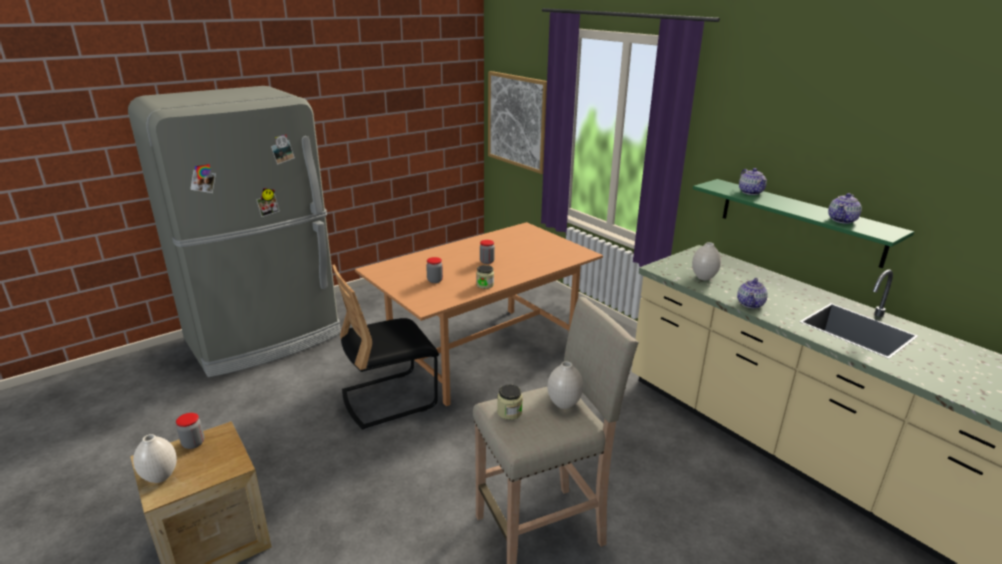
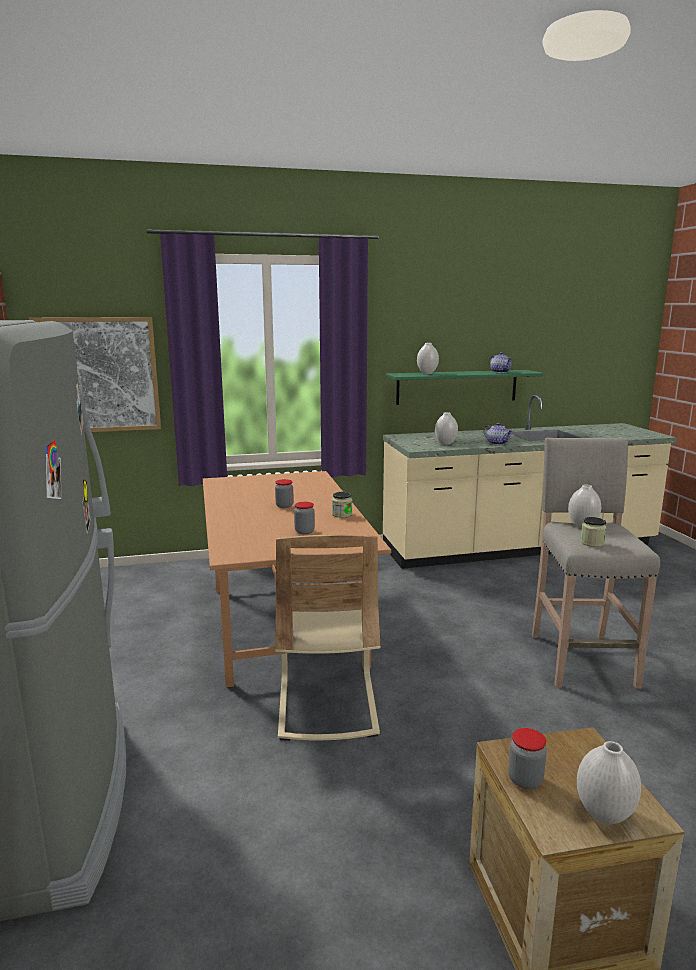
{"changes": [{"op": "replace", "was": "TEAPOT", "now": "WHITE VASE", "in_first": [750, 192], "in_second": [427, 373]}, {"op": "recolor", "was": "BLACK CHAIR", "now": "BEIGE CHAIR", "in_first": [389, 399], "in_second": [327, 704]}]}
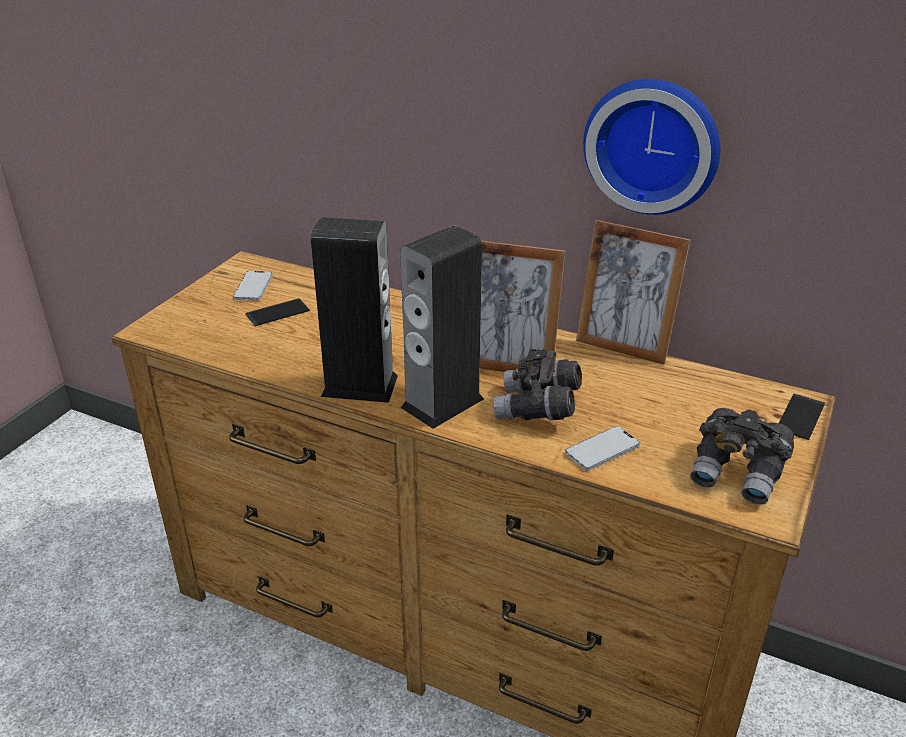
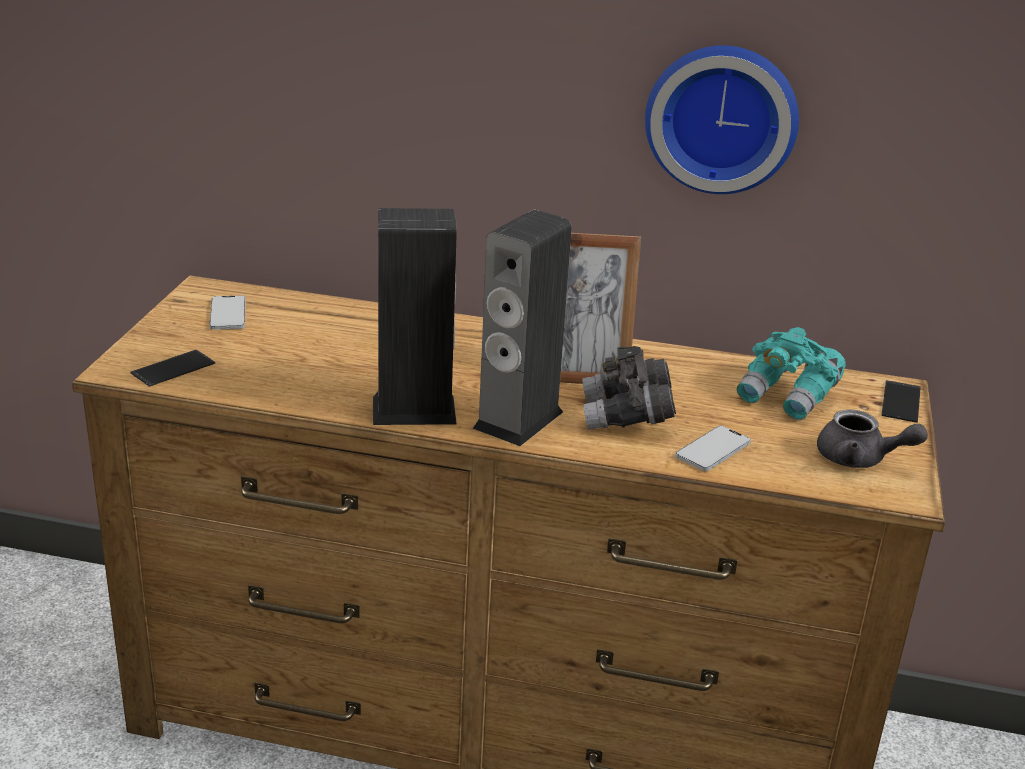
{"changes": [{"op": "delete", "was": "PICTURE FRAME", "in_first": [623, 346]}, {"op": "insert", "now": "TURQUOISE BINOCULARS", "in_second": [788, 396]}, {"op": "move", "was": "PHONE", "in_first": [277, 312], "in_second": [173, 368]}, {"op": "replace", "was": "GREY BINOCULARS", "now": "GREY TEAPOT", "in_first": [738, 473], "in_second": [860, 459]}]}
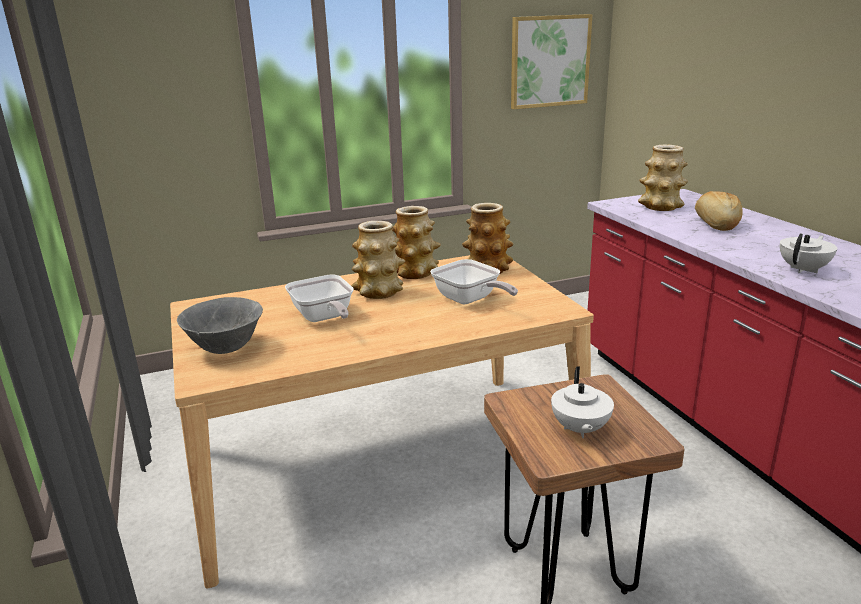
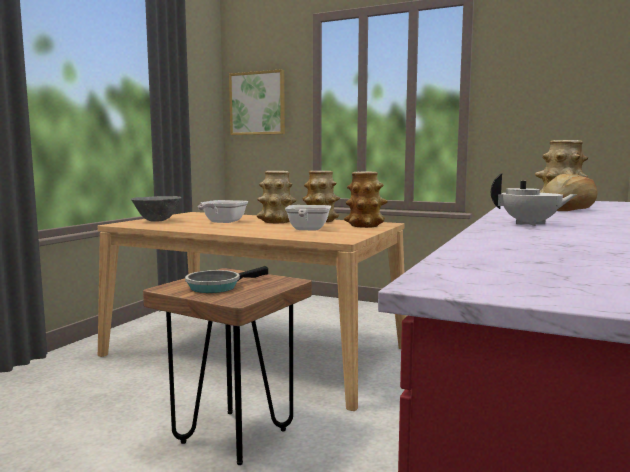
{"changes": [{"op": "move", "was": "PICTURE", "in_first": [549, 61], "in_second": [257, 103]}, {"op": "replace", "was": "WHITE TEAPOT", "now": "FRYING PAN", "in_first": [579, 429], "in_second": [217, 286]}]}
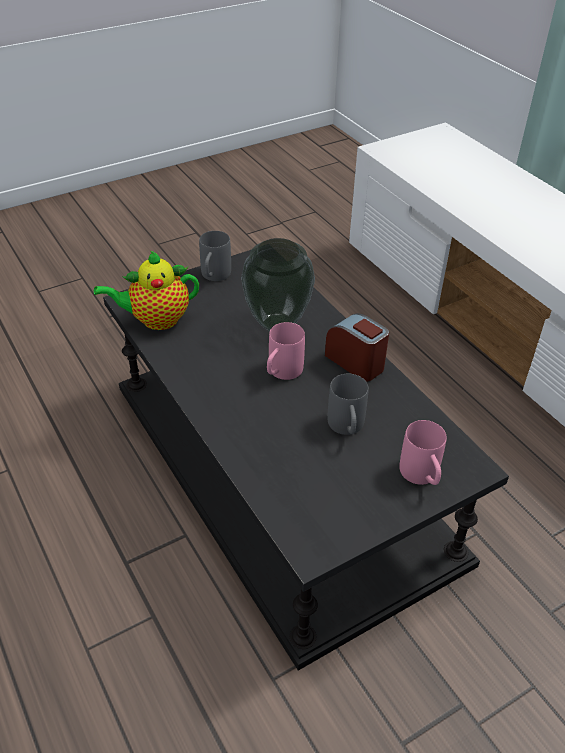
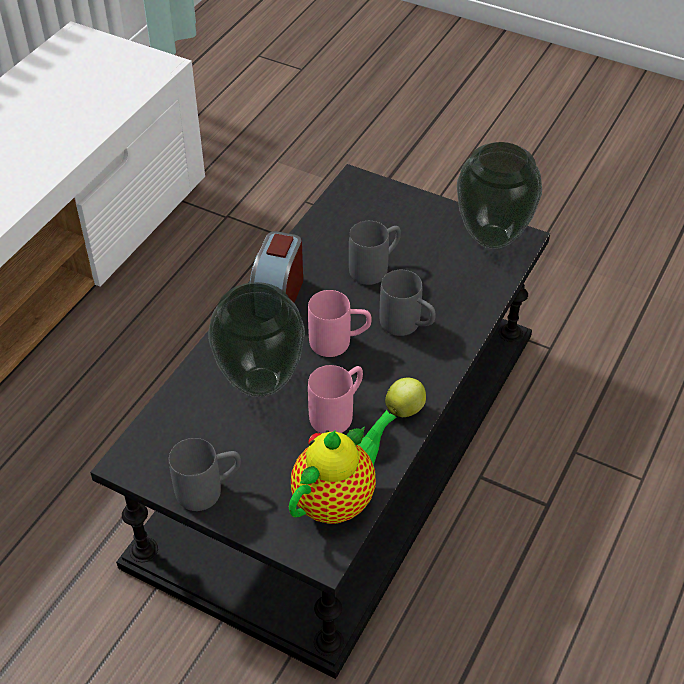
{"changes": [{"op": "insert", "now": "GREY MUG", "in_second": [407, 326]}, {"op": "insert", "now": "APPLE", "in_second": [405, 409]}, {"op": "insert", "now": "VASE", "in_second": [492, 238]}, {"op": "move", "was": "PINK MUG", "in_first": [422, 477], "in_second": [338, 412]}, {"op": "rotate", "was": "TEAPOT", "in_first": [156, 320], "in_second": [338, 498], "clockwise": -90}]}
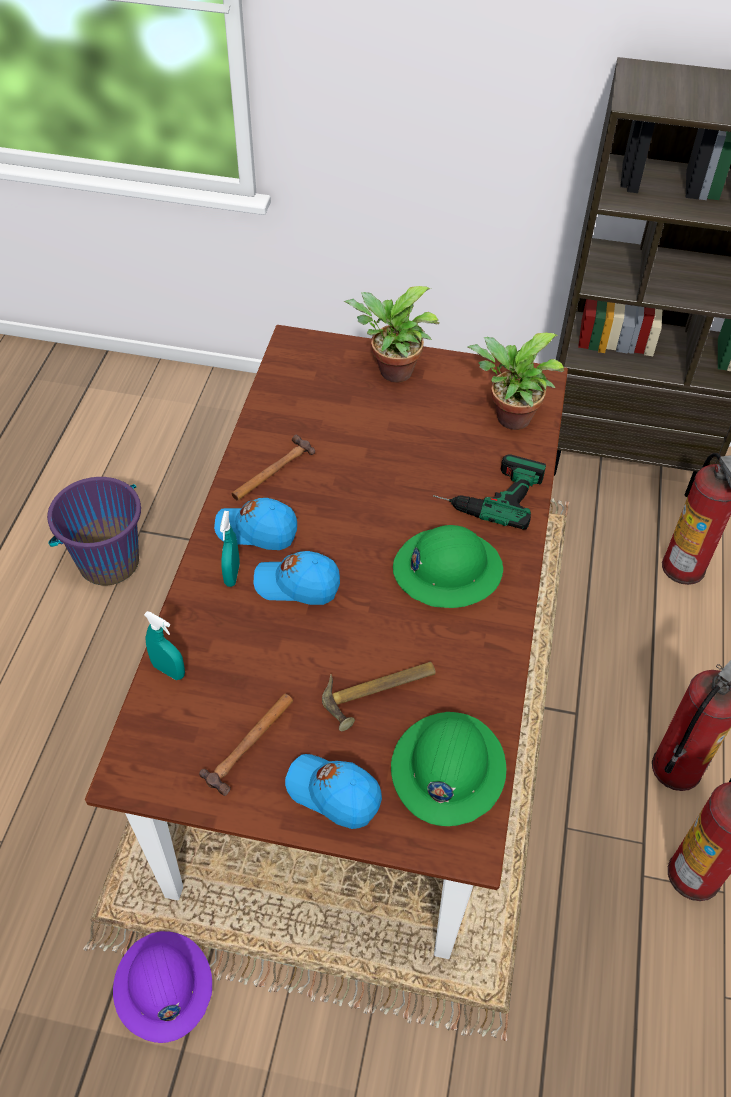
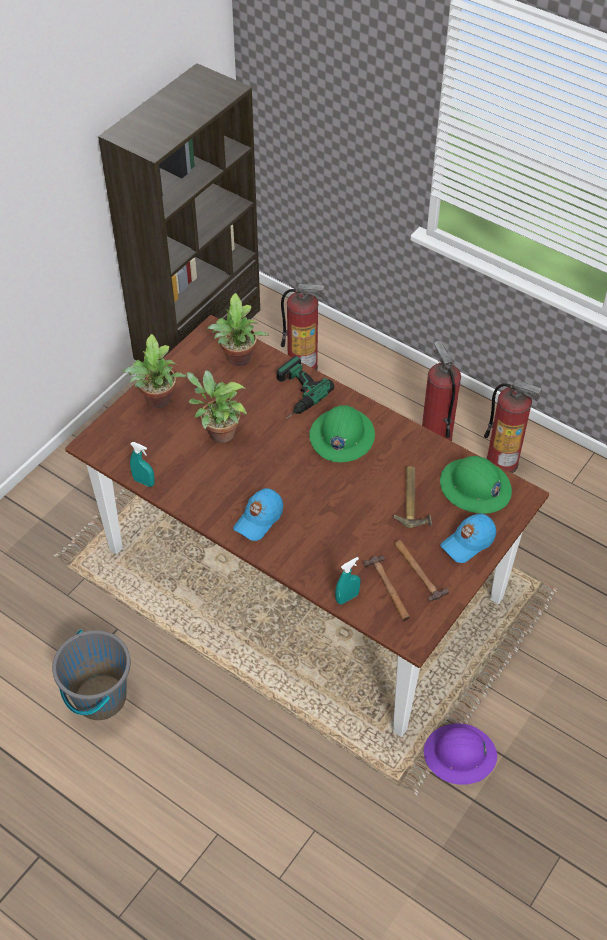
{"changes": [{"op": "delete", "was": "BLUE CAP", "in_first": [297, 584]}, {"op": "insert", "now": "POTTED PLANT", "in_second": [218, 433]}, {"op": "move", "was": "TURQUOISE SPRAY BOTTLE", "in_first": [232, 574], "in_second": [144, 482]}, {"op": "move", "was": "HAMMER", "in_first": [271, 471], "in_second": [388, 589]}, {"op": "recolor", "was": "PURPLE BUCKET", "now": "GREY BUCKET", "in_first": [108, 562], "in_second": [100, 697]}]}
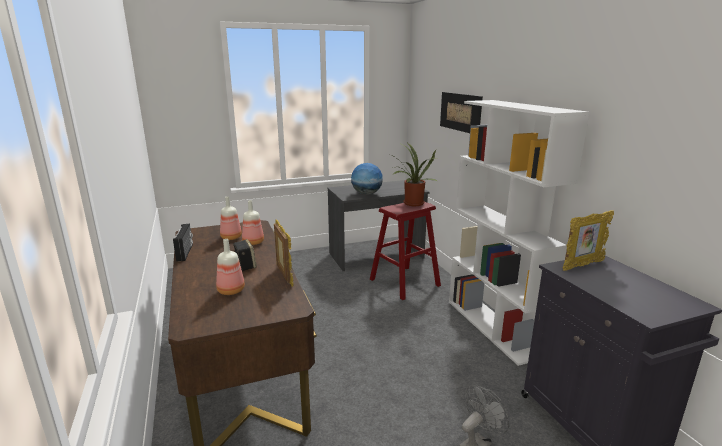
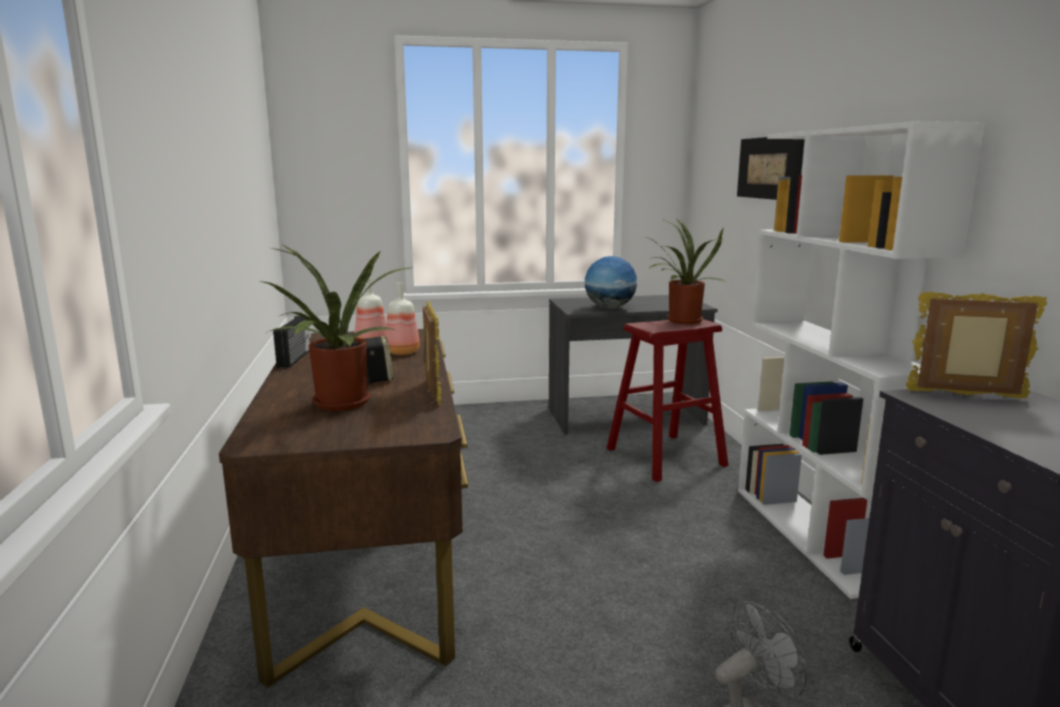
{"changes": [{"op": "replace", "was": "BOTTLE", "now": "POTTED PLANT", "in_first": [230, 291], "in_second": [340, 405]}, {"op": "rotate", "was": "PICTURE FRAME", "in_first": [582, 265], "in_second": [966, 396], "clockwise": -150}]}
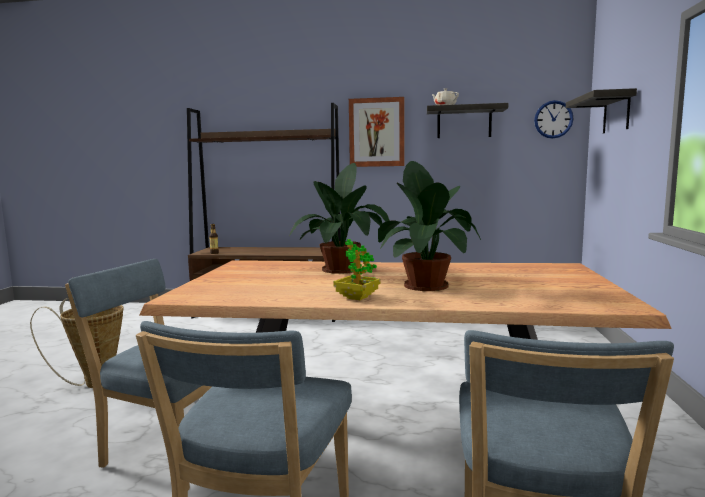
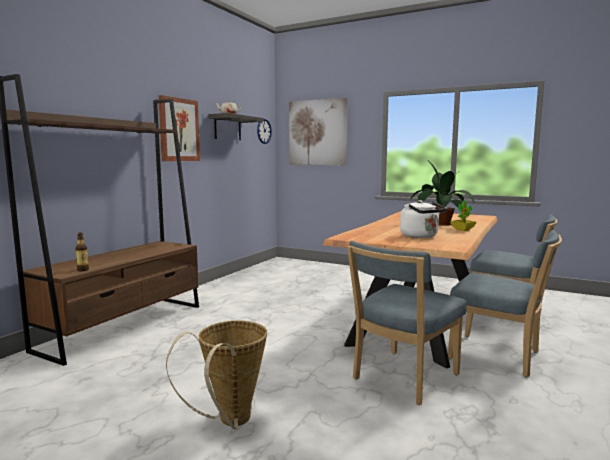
{"changes": [{"op": "delete", "was": "POTTED PLANT", "in_first": [344, 269]}, {"op": "insert", "now": "WHITE KETTLE", "in_second": [421, 236]}, {"op": "replace", "was": "SHELF", "now": "PICTURE", "in_first": [616, 113], "in_second": [317, 132]}]}
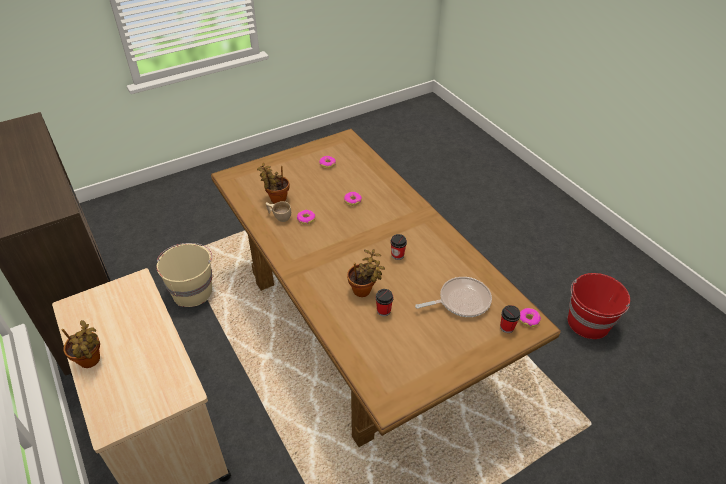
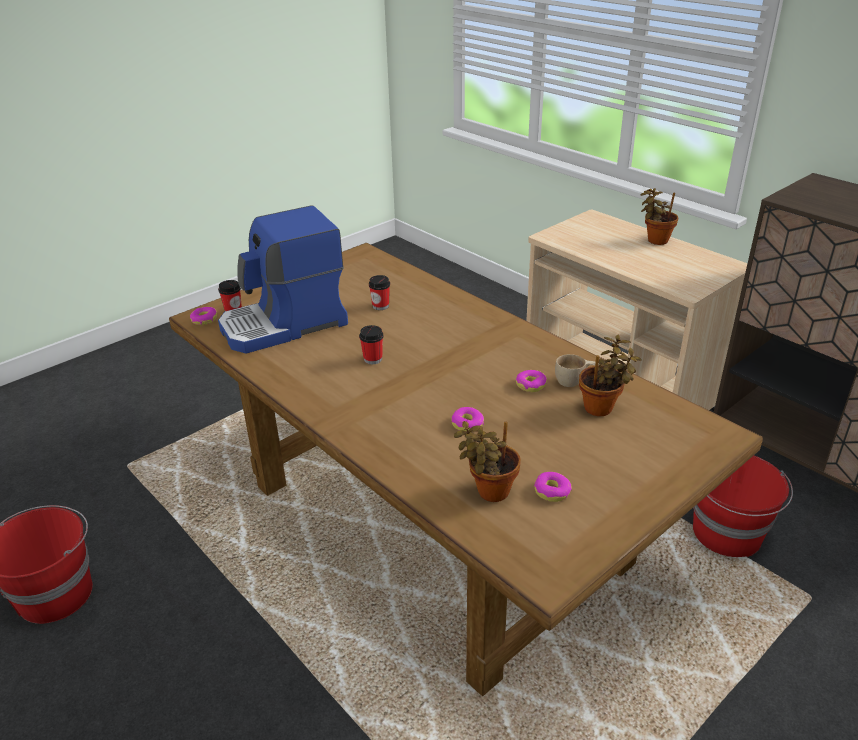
{"changes": [{"op": "move", "was": "POTTED PLANT", "in_first": [364, 290], "in_second": [489, 491]}, {"op": "replace", "was": "FRYING PAN", "now": "COFFEE MACHINE", "in_first": [461, 301], "in_second": [285, 325]}, {"op": "recolor", "was": "BEIGE BUCKET", "now": "RED BUCKET", "in_first": [192, 291], "in_second": [727, 534]}]}
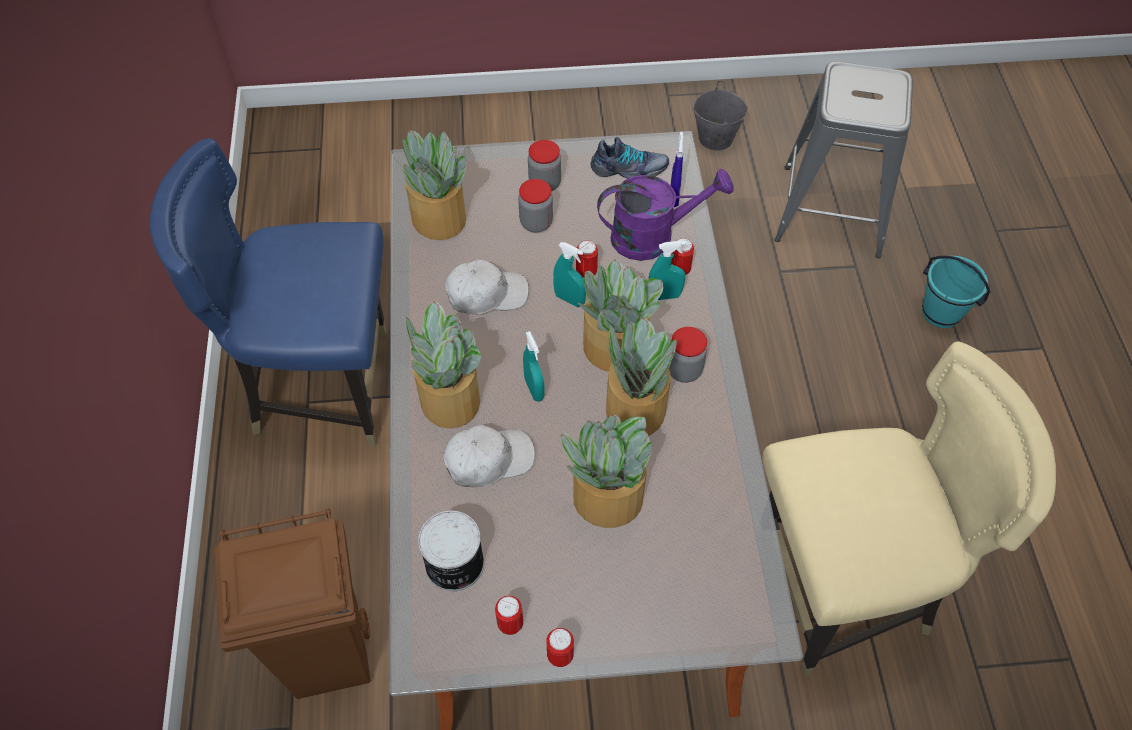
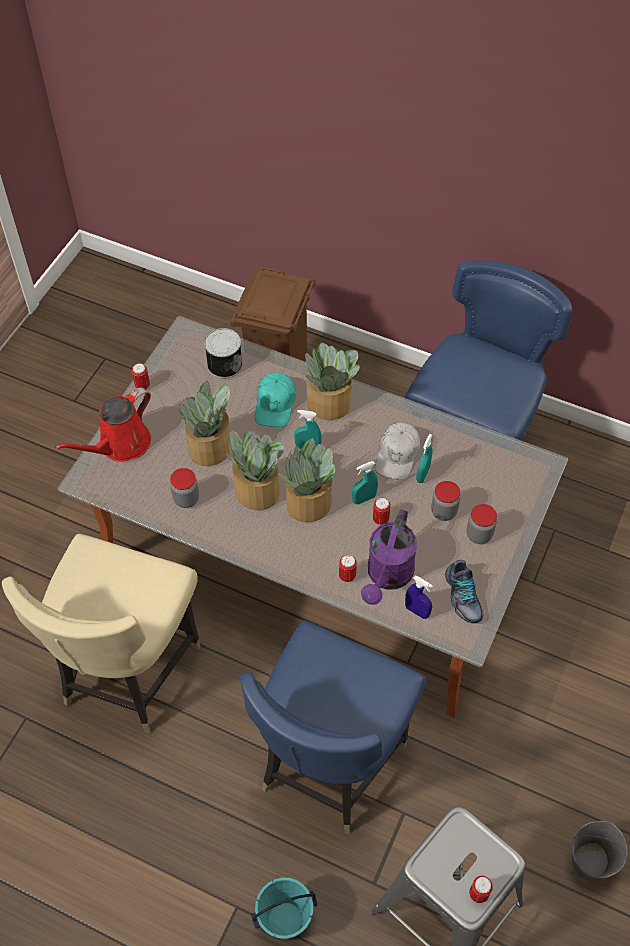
{"changes": [{"op": "delete", "was": "POTTED PLANT", "in_first": [439, 219]}, {"op": "insert", "now": "RED WATERING CAN", "in_second": [120, 445]}, {"op": "insert", "now": "BLUE CHAIR", "in_second": [329, 762]}, {"op": "move", "was": "CAN", "in_first": [510, 624], "in_second": [478, 894]}, {"op": "move", "was": "TURQUOISE SPRAY BOTTLE", "in_first": [664, 296], "in_second": [423, 474]}, {"op": "move", "was": "JAR", "in_first": [684, 370], "in_second": [186, 499]}, {"op": "recolor", "was": "WHITE CAP", "now": "TURQUOISE CAP", "in_first": [488, 460], "in_second": [275, 404]}, {"op": "rotate", "was": "SHOE", "in_first": [629, 169], "in_second": [462, 596], "clockwise": -45}]}
